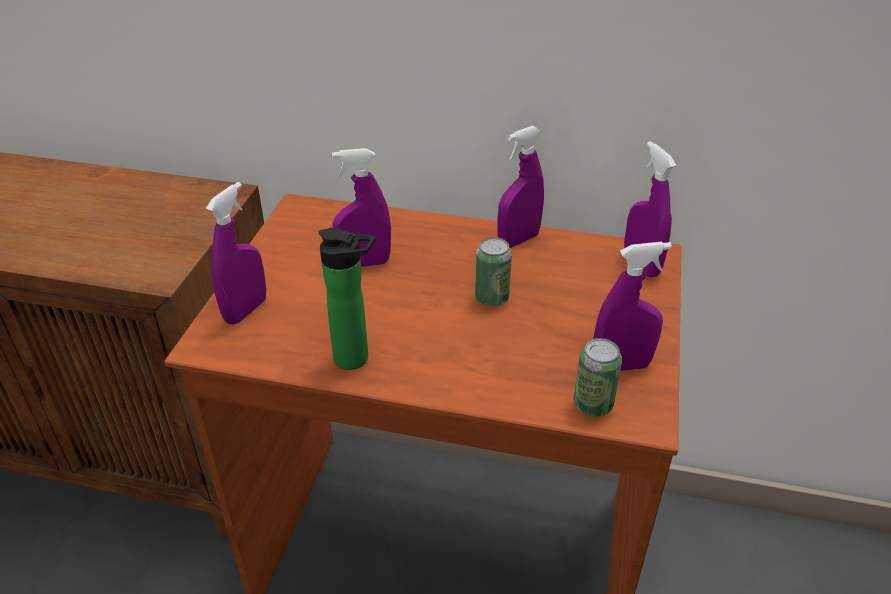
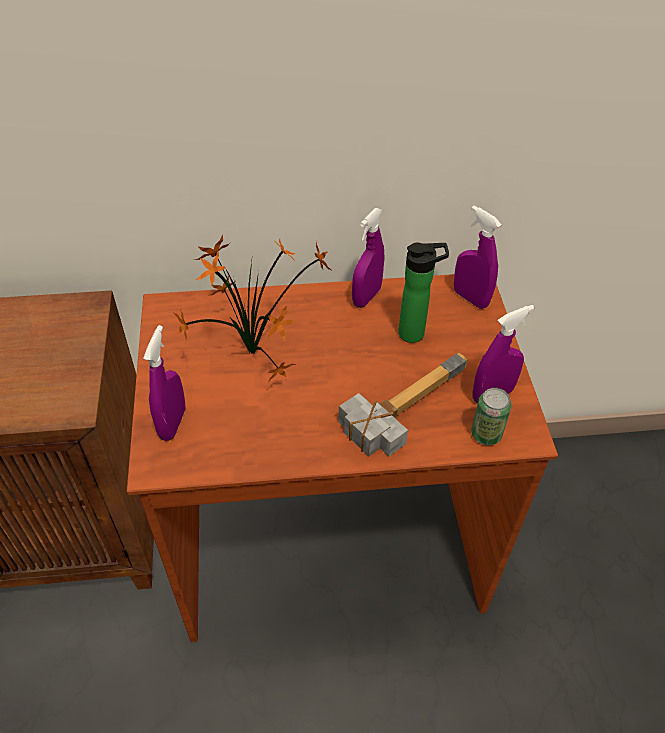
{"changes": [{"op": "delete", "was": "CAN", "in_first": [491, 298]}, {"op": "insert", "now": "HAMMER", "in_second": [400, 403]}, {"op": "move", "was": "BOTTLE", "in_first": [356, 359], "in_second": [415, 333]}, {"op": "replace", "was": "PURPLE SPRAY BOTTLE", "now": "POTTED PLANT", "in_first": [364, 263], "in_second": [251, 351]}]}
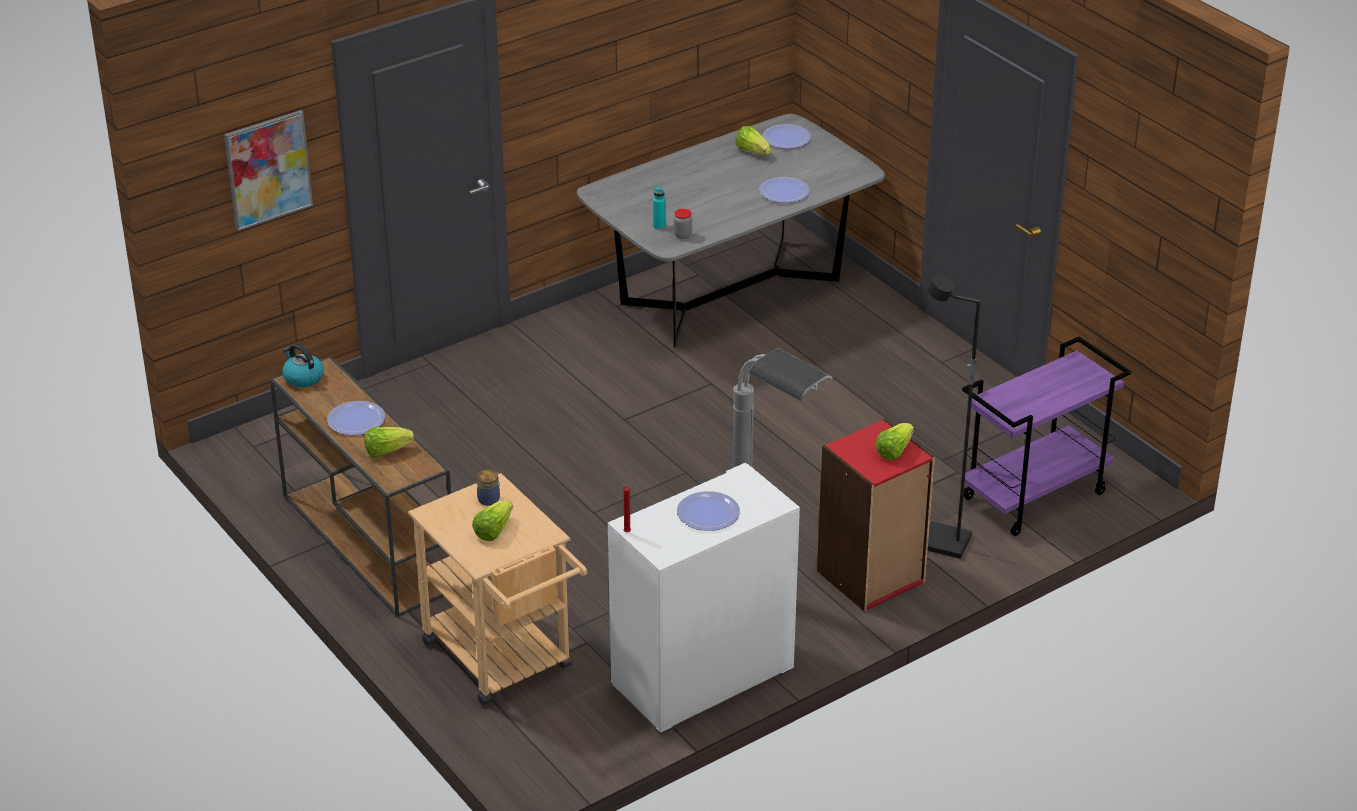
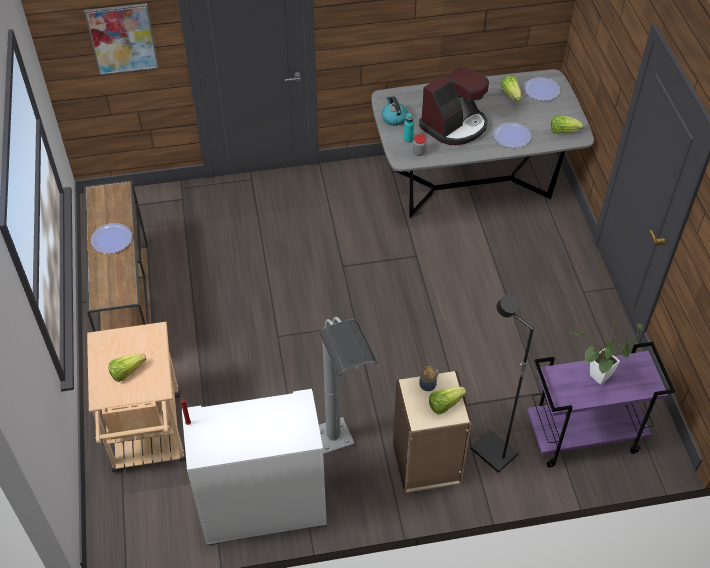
{"changes": [{"op": "delete", "was": "PLATE", "in_first": [708, 513]}, {"op": "insert", "now": "COFFEE MACHINE", "in_second": [454, 125]}, {"op": "insert", "now": "POTTED PLANT", "in_second": [596, 379]}, {"op": "move", "was": "KETTLE", "in_first": [303, 377], "in_second": [394, 118]}, {"op": "move", "was": "LETTUCE", "in_first": [387, 451], "in_second": [563, 131]}, {"op": "move", "was": "JAR", "in_first": [489, 499], "in_second": [428, 385]}, {"op": "recolor", "was": "RED BOOKCASE", "now": "BEIGE BOOKCASE", "in_first": [871, 577], "in_second": [426, 464]}]}
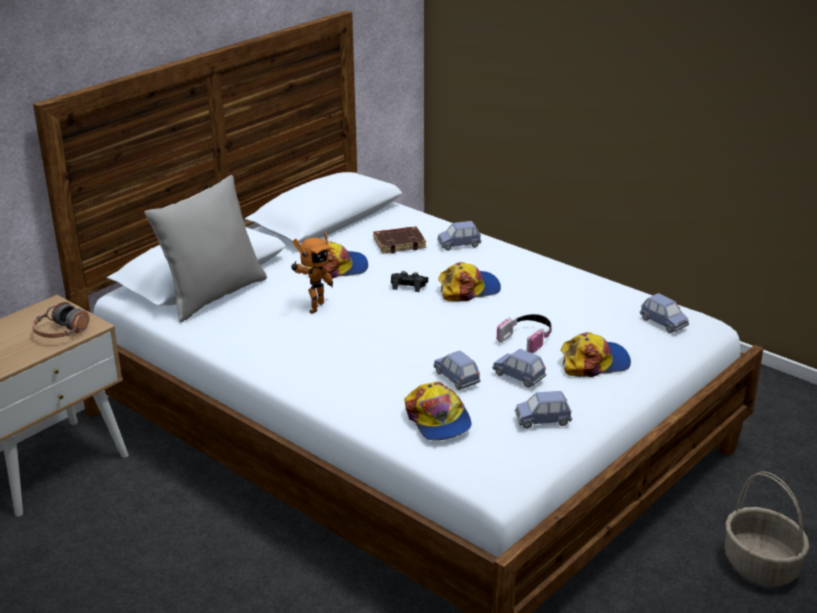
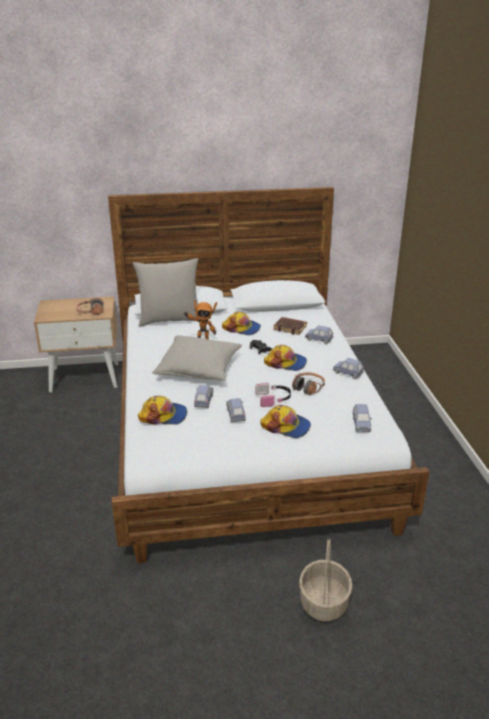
{"changes": [{"op": "insert", "now": "GREY PILLOW", "in_second": [199, 369]}, {"op": "insert", "now": "HEADPHONES", "in_second": [308, 388]}, {"op": "move", "was": "BLUE TOY CAR", "in_first": [542, 420], "in_second": [348, 373]}, {"op": "rotate", "was": "CAP", "in_first": [438, 419], "in_second": [163, 415], "clockwise": -105}]}
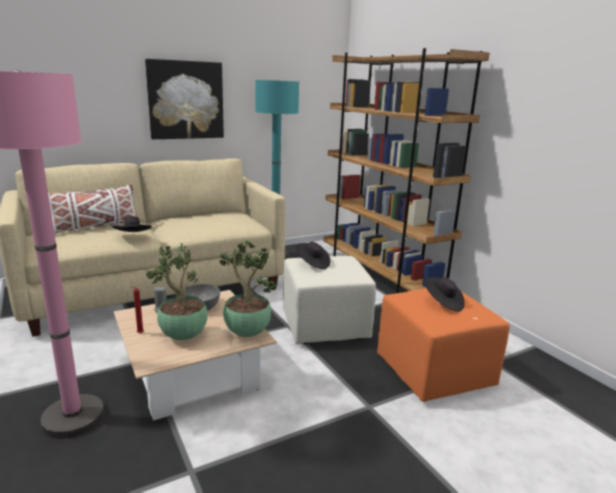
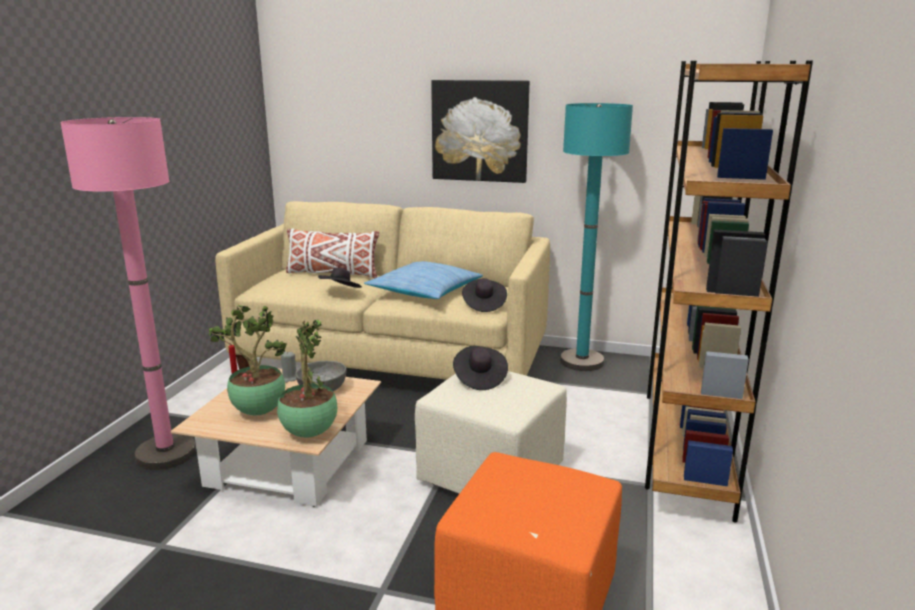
{"changes": [{"op": "insert", "now": "PILLOW", "in_second": [424, 291]}, {"op": "move", "was": "BLACK HAT", "in_first": [443, 303], "in_second": [483, 305]}]}
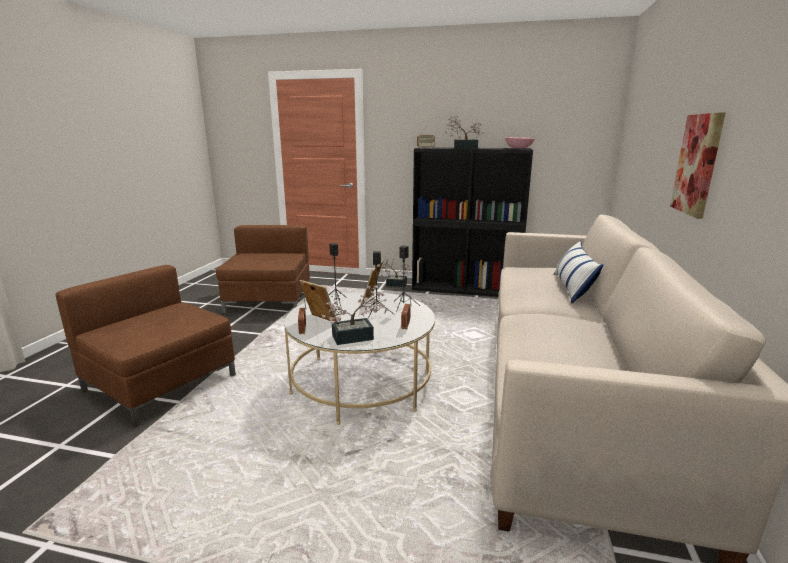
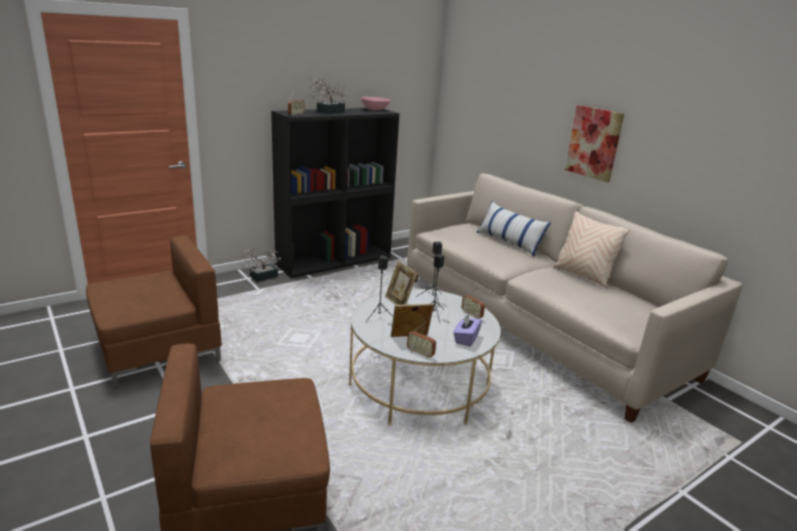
{"changes": [{"op": "insert", "now": "BEIGE PILLOW", "in_second": [583, 276]}, {"op": "replace", "was": "POTTED PLANT", "now": "PURPLE TISSUE BOX", "in_first": [357, 336], "in_second": [466, 339]}, {"op": "rotate", "was": "BROWN ARMCHAIR", "in_first": [268, 300], "in_second": [156, 349], "clockwise": 105}]}
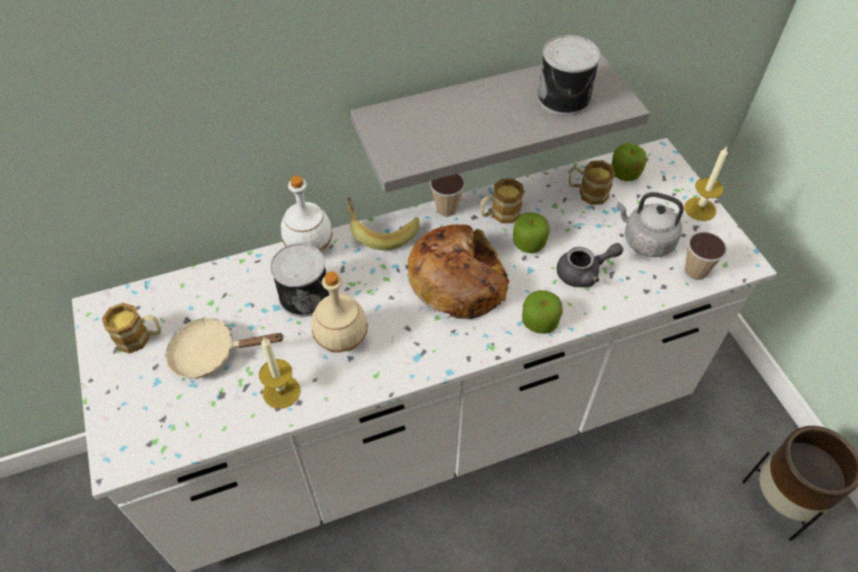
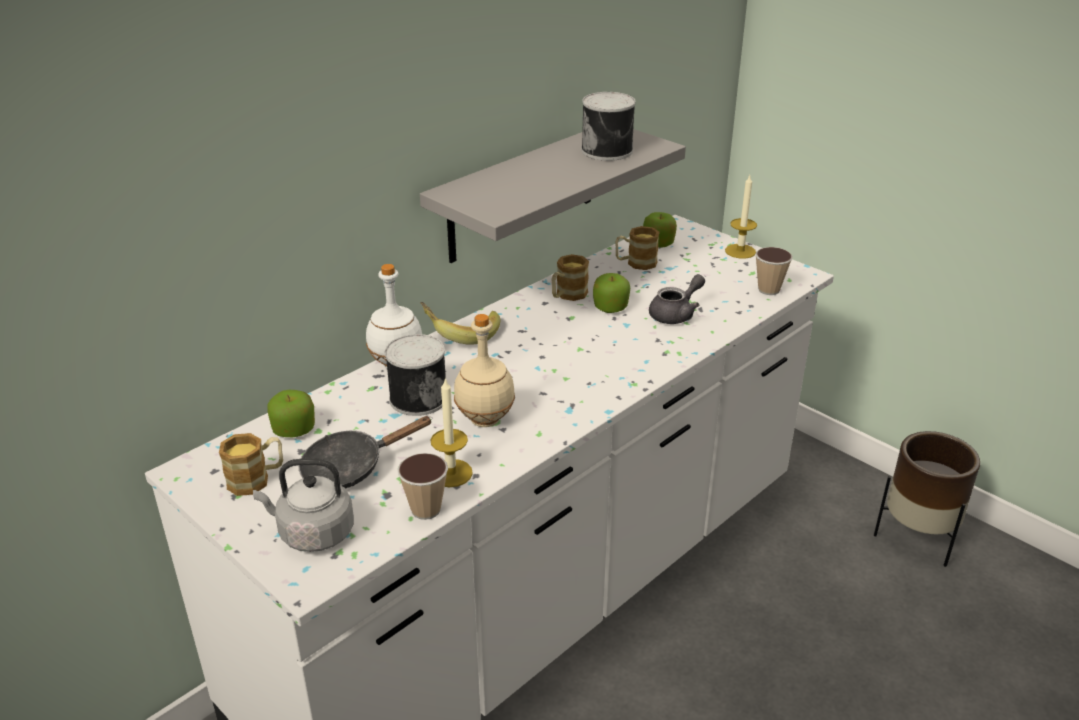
{"changes": [{"op": "delete", "was": "BREAD", "in_first": [459, 280]}, {"op": "move", "was": "CUP", "in_first": [446, 209], "in_second": [426, 510]}, {"op": "move", "was": "APPLE", "in_first": [539, 322], "in_second": [294, 430]}, {"op": "move", "was": "GREY KETTLE", "in_first": [645, 241], "in_second": [312, 533]}, {"op": "recolor", "was": "BEIGE FRYING PAN", "now": "BLACK FRYING PAN", "in_first": [212, 354], "in_second": [351, 468]}]}
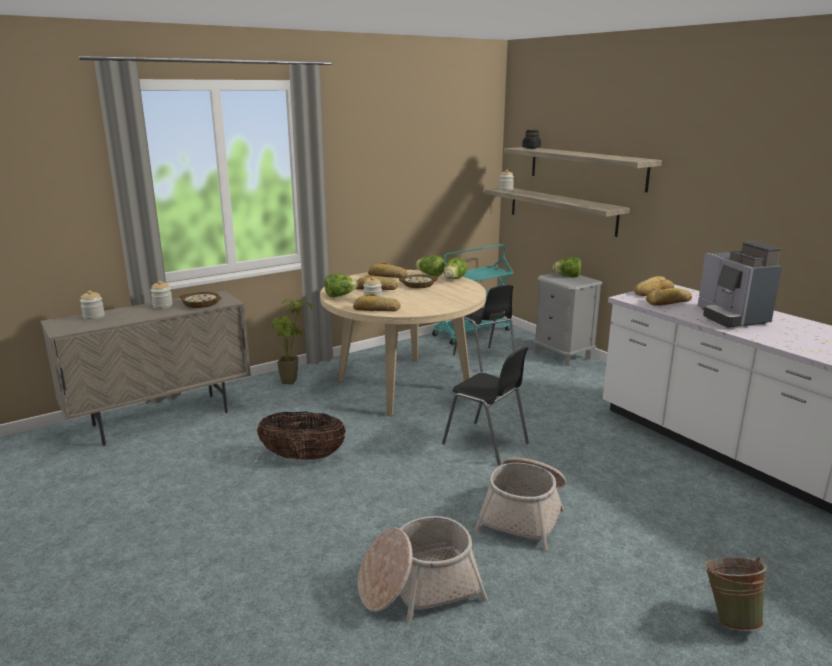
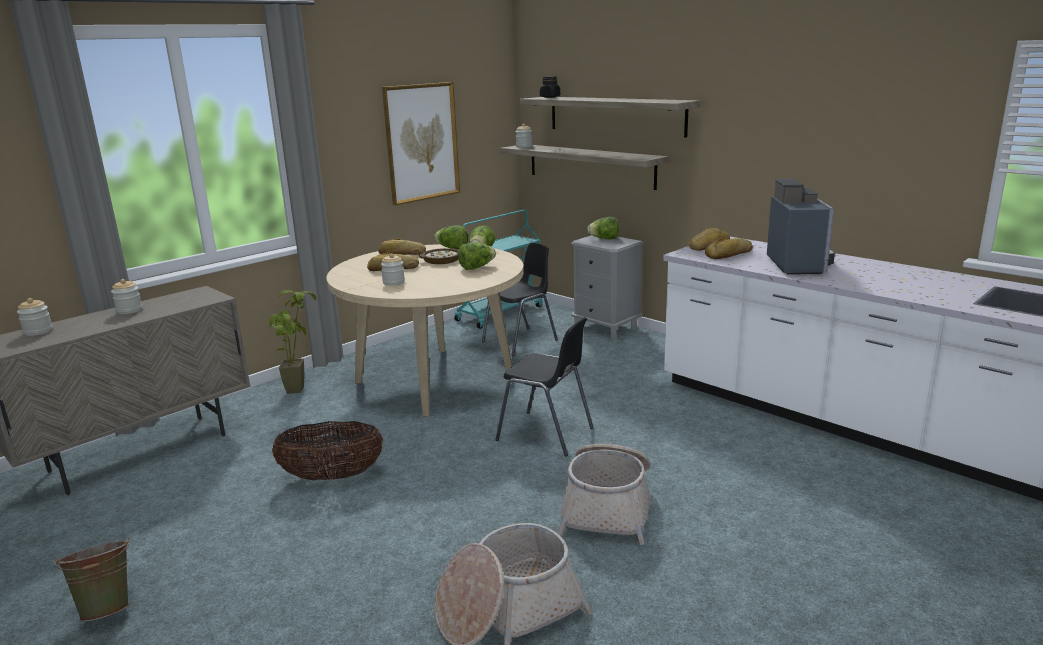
{"changes": [{"op": "delete", "was": "BOWL", "in_first": [201, 303]}, {"op": "delete", "was": "BREAD", "in_first": [376, 309]}, {"op": "insert", "now": "PICTURE", "in_second": [421, 142]}, {"op": "move", "was": "LETTUCE", "in_first": [340, 295], "in_second": [476, 267]}, {"op": "move", "was": "GREEN BUCKET", "in_first": [729, 617], "in_second": [108, 608]}, {"op": "rotate", "was": "BLACK CHAIR", "in_first": [484, 359], "in_second": [521, 341], "clockwise": -90}, {"op": "rotate", "was": "COFFEE MACHINE", "in_first": [731, 317], "in_second": [799, 264], "clockwise": -150}]}
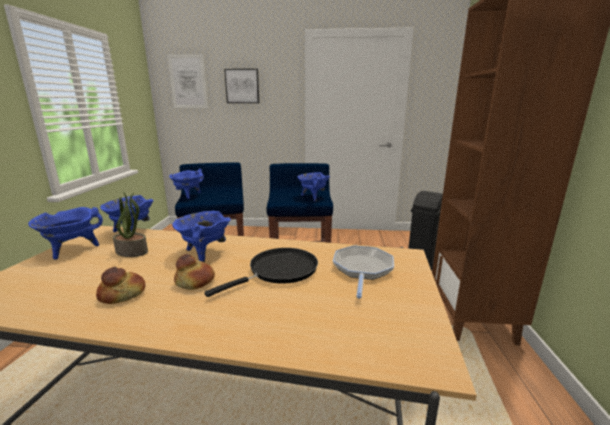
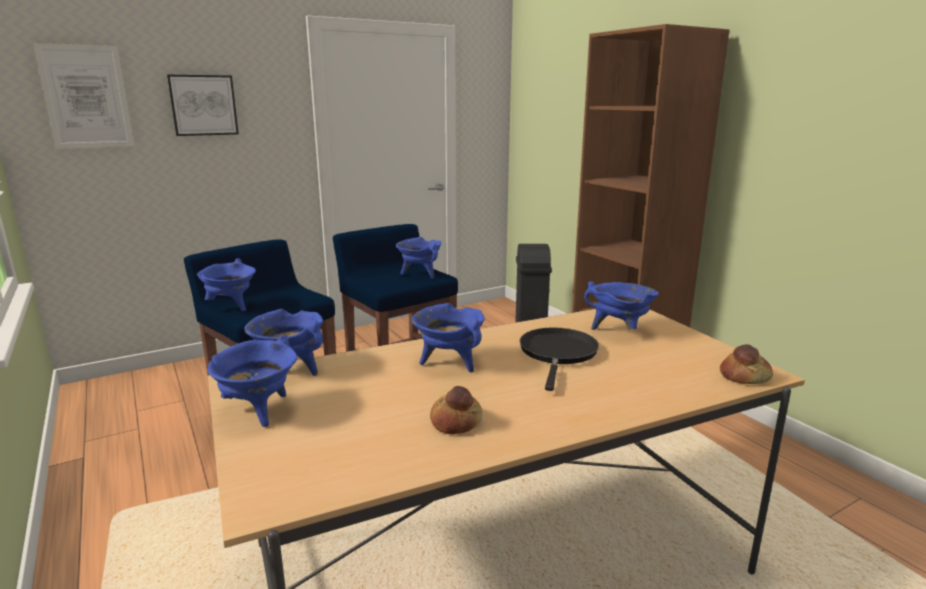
{"changes": [{"op": "delete", "was": "POTTED PLANT", "in_first": [132, 252]}, {"op": "move", "was": "BREAD", "in_first": [194, 282], "in_second": [745, 377]}, {"op": "replace", "was": "FRYING PAN", "now": "BLUE COOKING POT", "in_first": [362, 269], "in_second": [619, 331]}]}
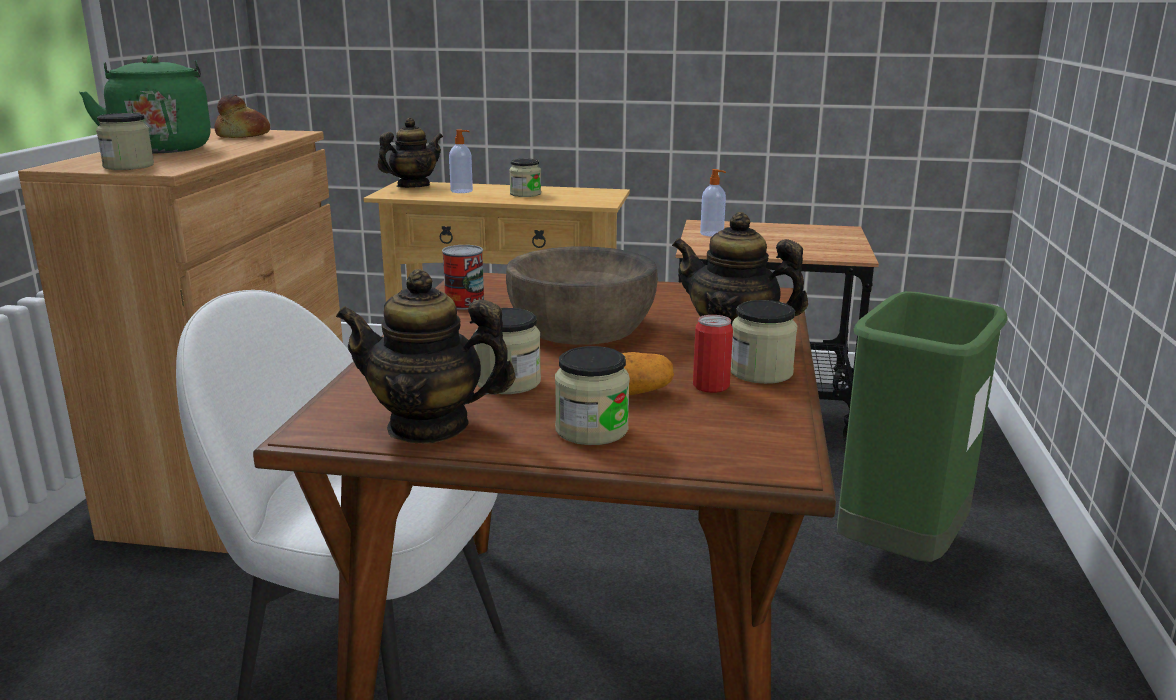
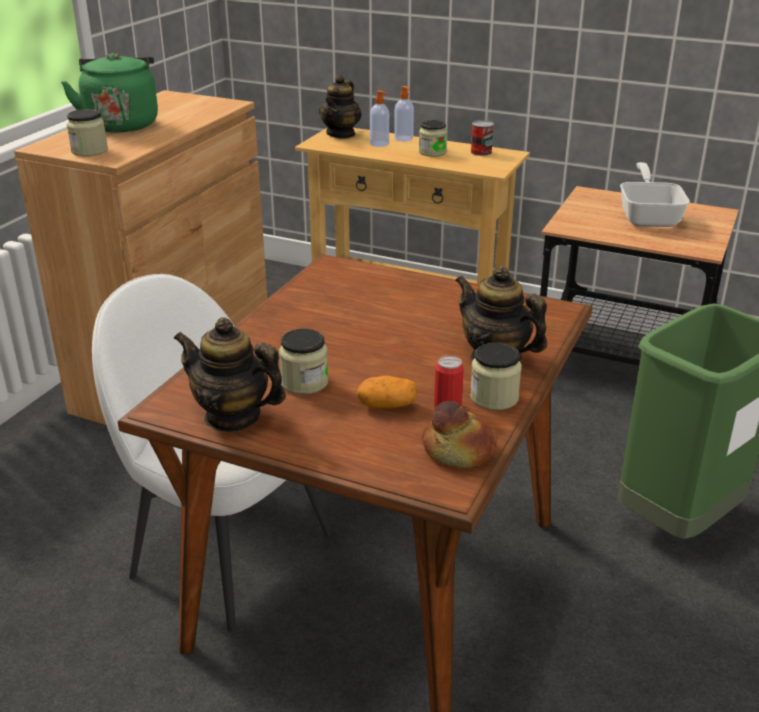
{"changes": [{"op": "delete", "was": "BROWN BOWL", "in_first": [581, 326]}, {"op": "delete", "was": "JAR", "in_first": [591, 430]}, {"op": "insert", "now": "FRYING PAN", "in_second": [649, 216]}, {"op": "move", "was": "BREAD", "in_first": [243, 136], "in_second": [458, 451]}, {"op": "move", "was": "CAN", "in_first": [464, 303], "in_second": [481, 152]}, {"op": "move", "was": "SOAP DISPENSER", "in_first": [712, 234], "in_second": [404, 139]}, {"op": "rotate", "was": "TEAPOT", "in_first": [413, 186], "in_second": [341, 134], "clockwise": 135}]}
